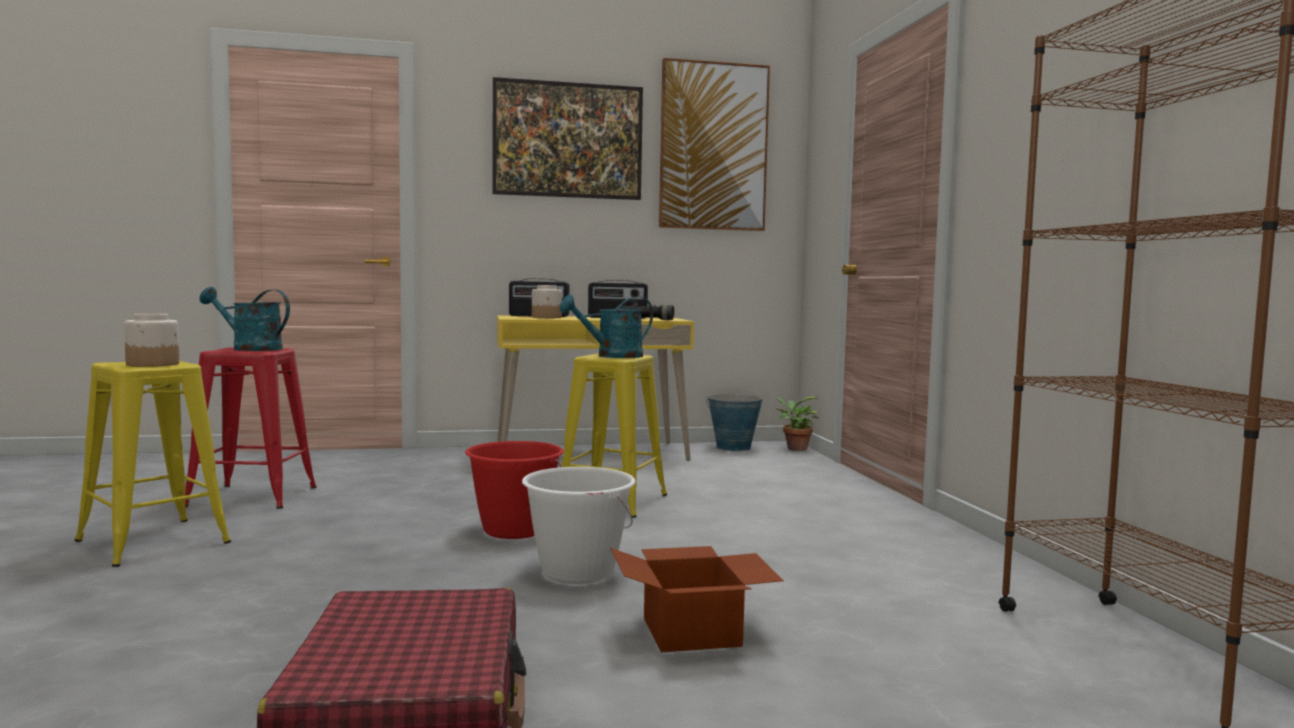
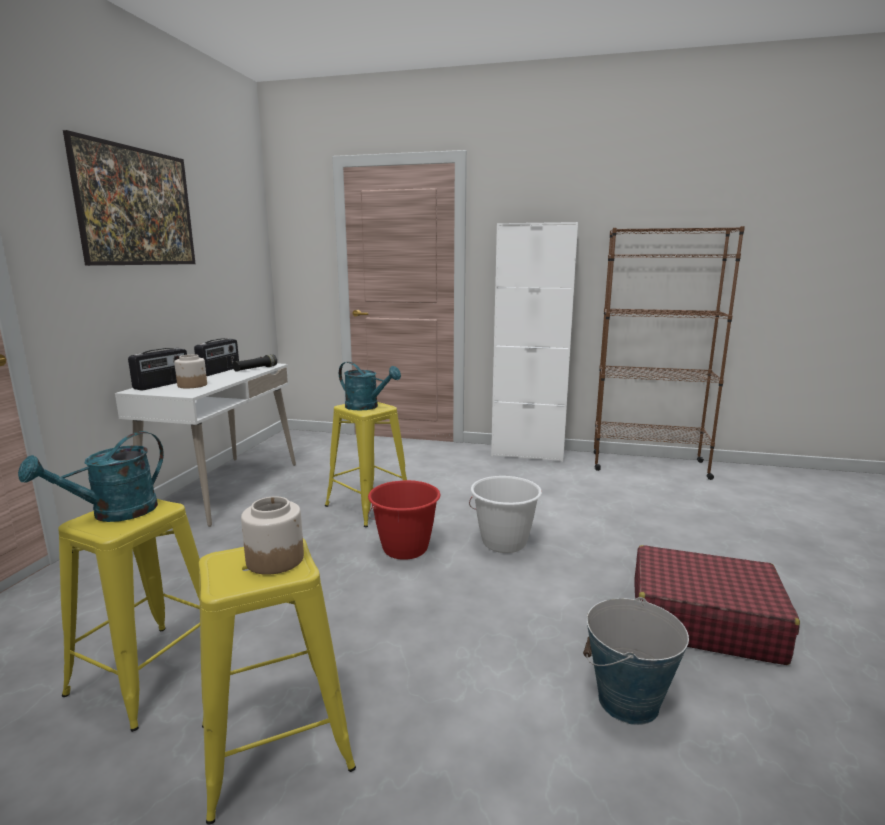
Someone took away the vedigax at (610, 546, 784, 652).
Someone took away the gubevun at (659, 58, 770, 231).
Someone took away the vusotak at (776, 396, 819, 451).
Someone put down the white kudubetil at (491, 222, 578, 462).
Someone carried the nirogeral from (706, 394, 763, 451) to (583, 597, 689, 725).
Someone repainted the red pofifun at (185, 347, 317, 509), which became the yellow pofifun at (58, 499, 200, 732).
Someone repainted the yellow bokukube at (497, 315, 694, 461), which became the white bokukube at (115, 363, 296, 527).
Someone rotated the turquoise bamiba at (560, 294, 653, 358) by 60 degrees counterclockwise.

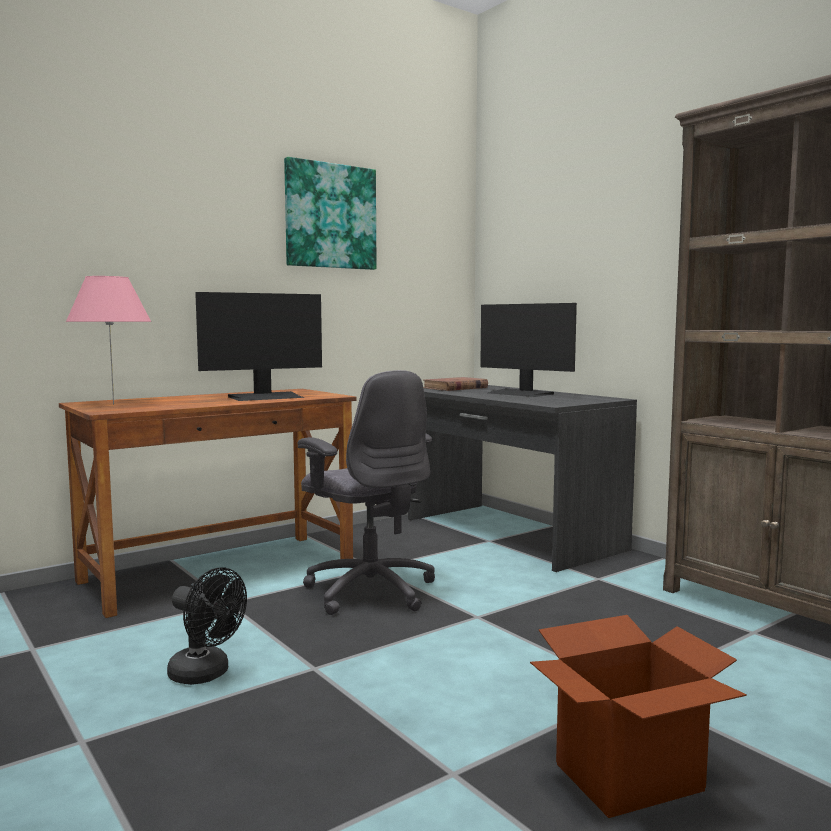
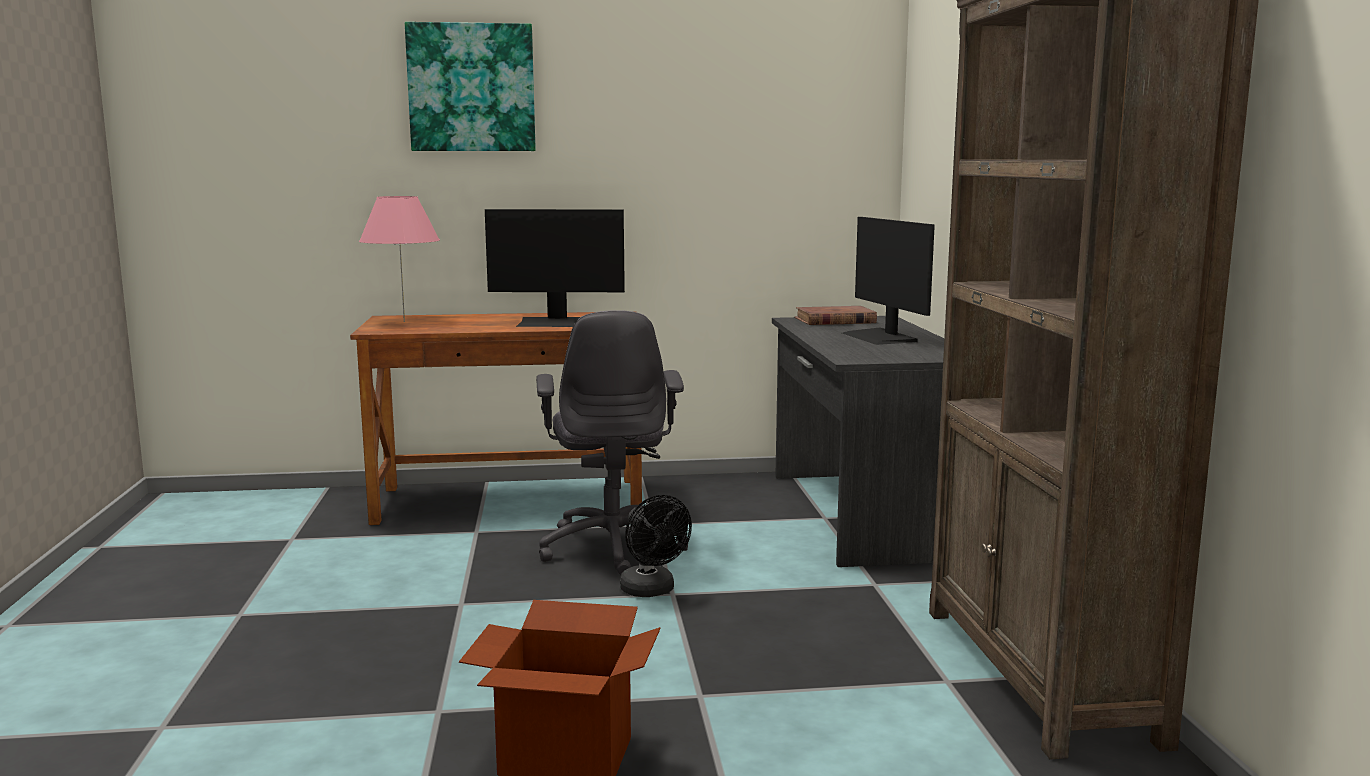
Someone carried the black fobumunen from (167, 568, 247, 685) to (620, 495, 692, 597).
Someone carried the gubevun from (284, 157, 377, 270) to (405, 22, 536, 151).

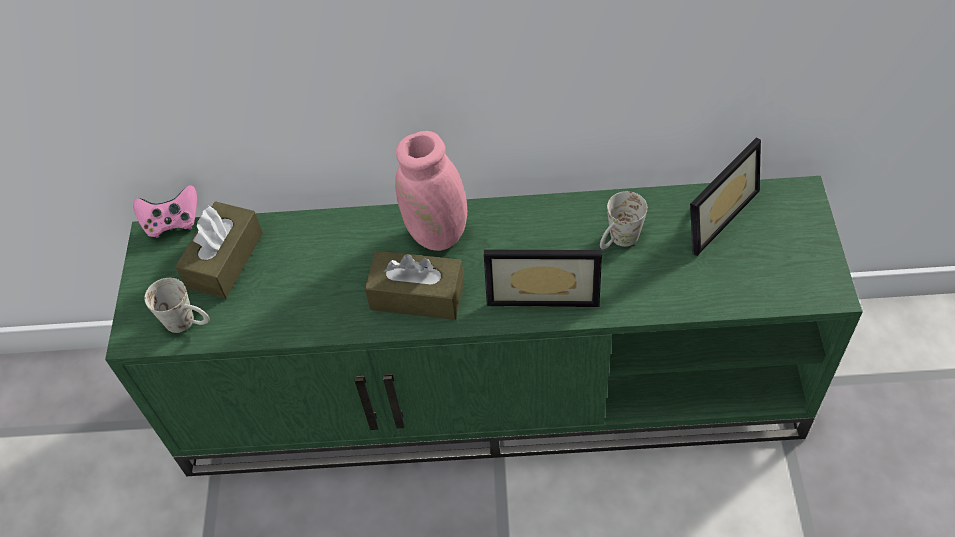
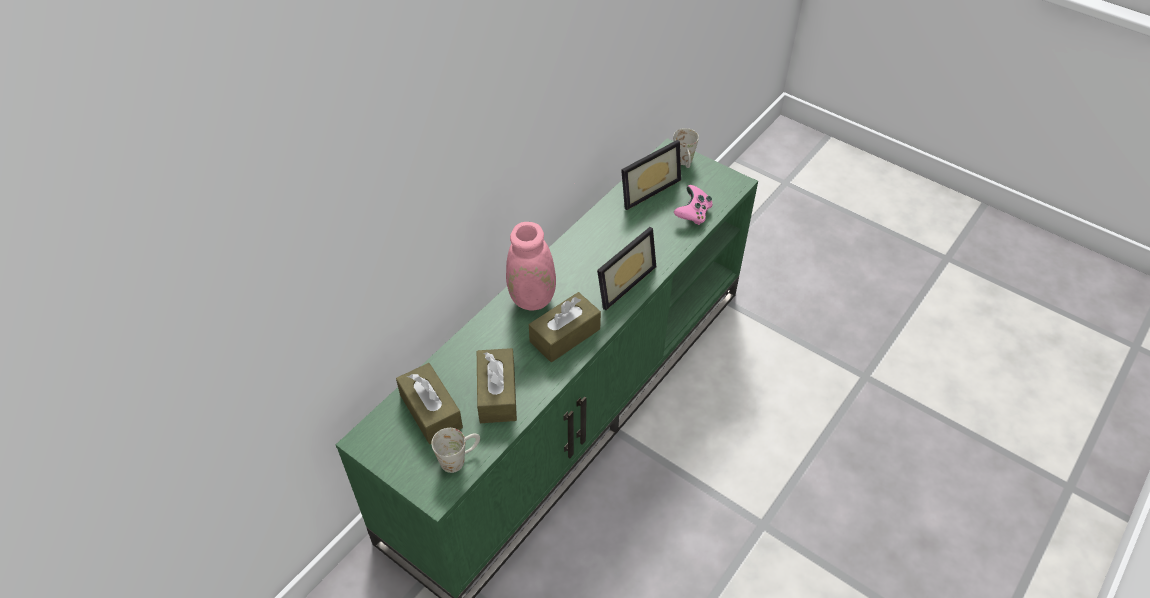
Someone put down the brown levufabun at (477, 348, 517, 423).
Someone carried the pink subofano from (133, 185, 197, 238) to (674, 185, 713, 225).
Someone carried the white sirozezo from (600, 191, 648, 249) to (673, 128, 699, 168).
Someone rotated the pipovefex at (690, 138, 761, 256) by 60 degrees clockwise.

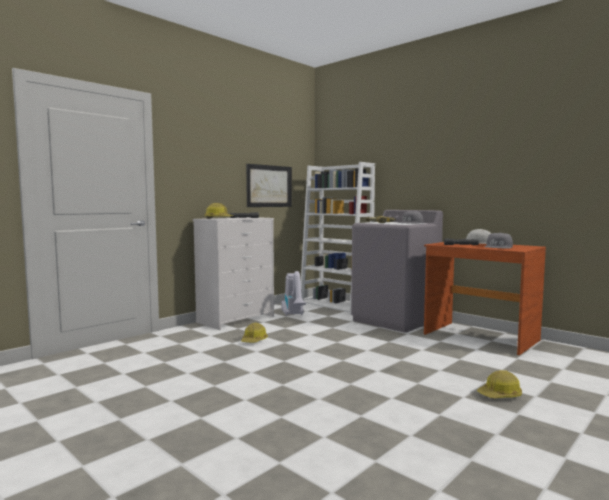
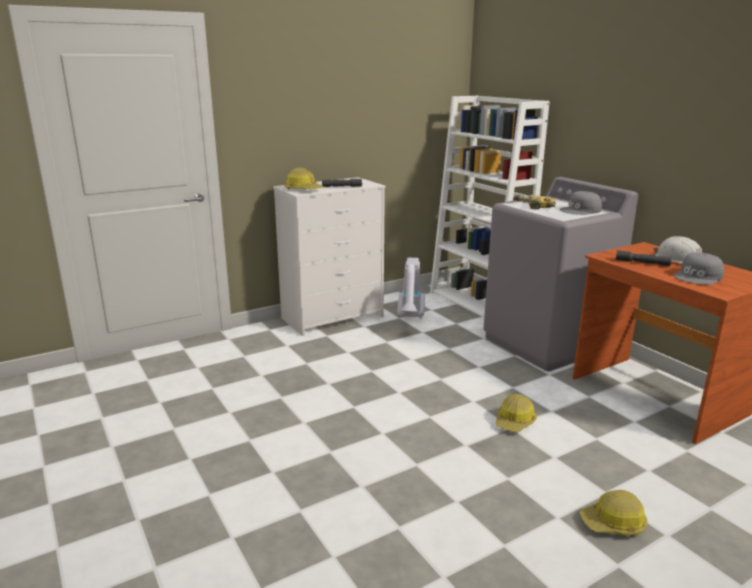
Someone took away the gubevun at (246, 164, 292, 207).
Someone carried the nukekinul from (241, 323, 268, 343) to (496, 394, 537, 432).

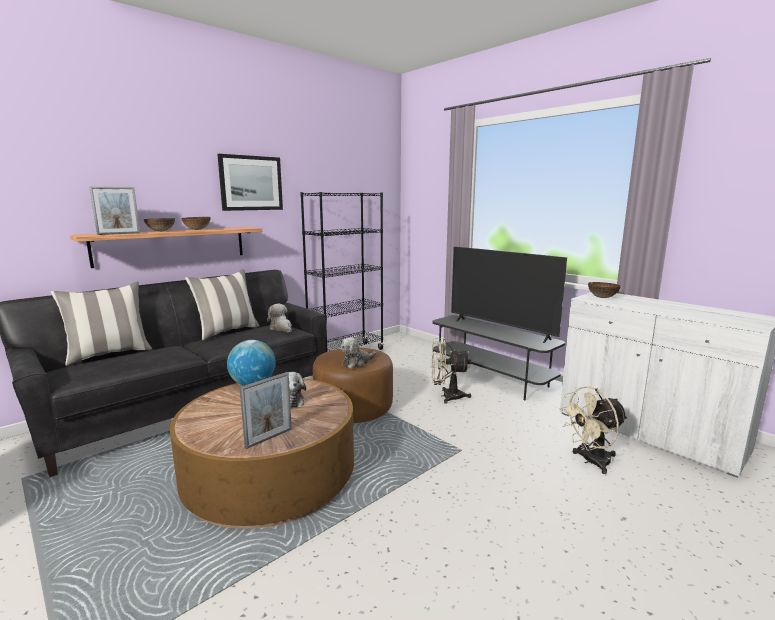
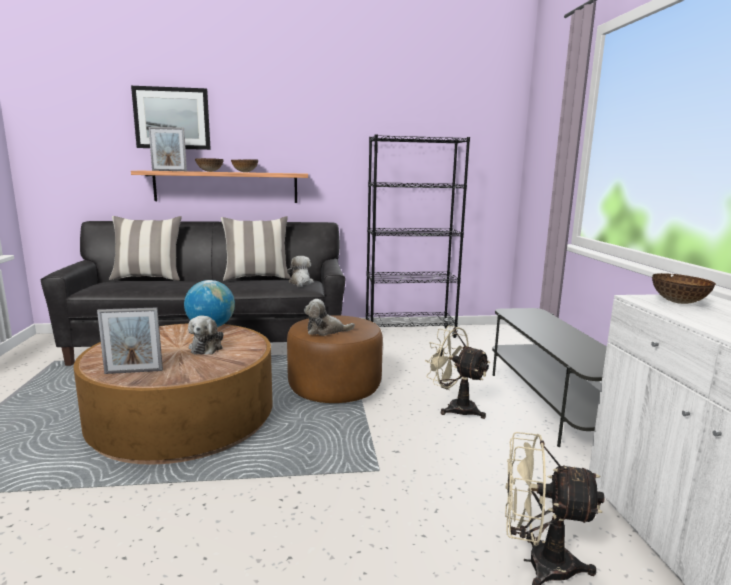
Someone took away the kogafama at (451, 247, 567, 343).
Someone carried the gubevun from (217, 154, 283, 211) to (131, 86, 211, 150).

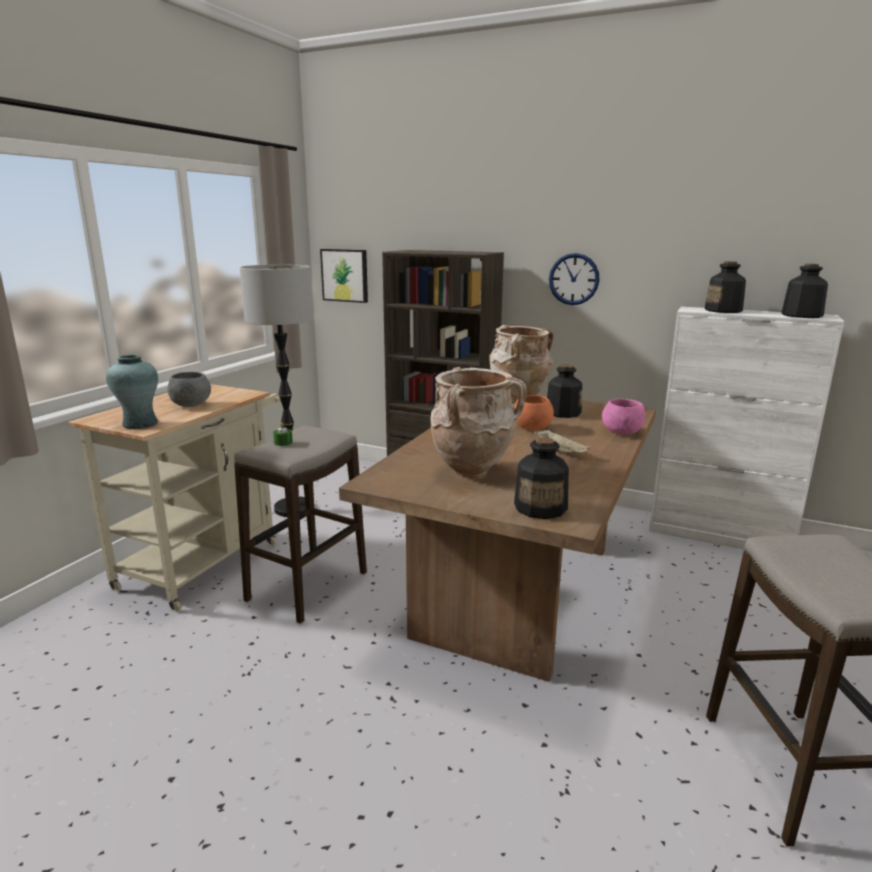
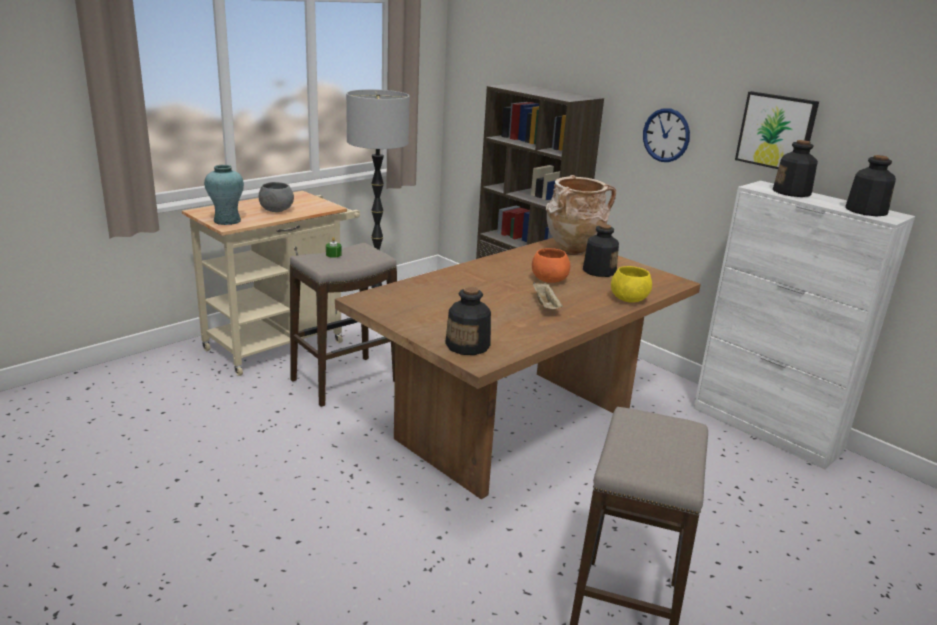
Someone took away the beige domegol at (430, 367, 527, 478).
Someone carried the gubevun from (320, 249, 368, 303) to (735, 91, 819, 169).
Someone repainted the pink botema at (602, 399, 646, 435), which became the yellow botema at (611, 266, 652, 303).

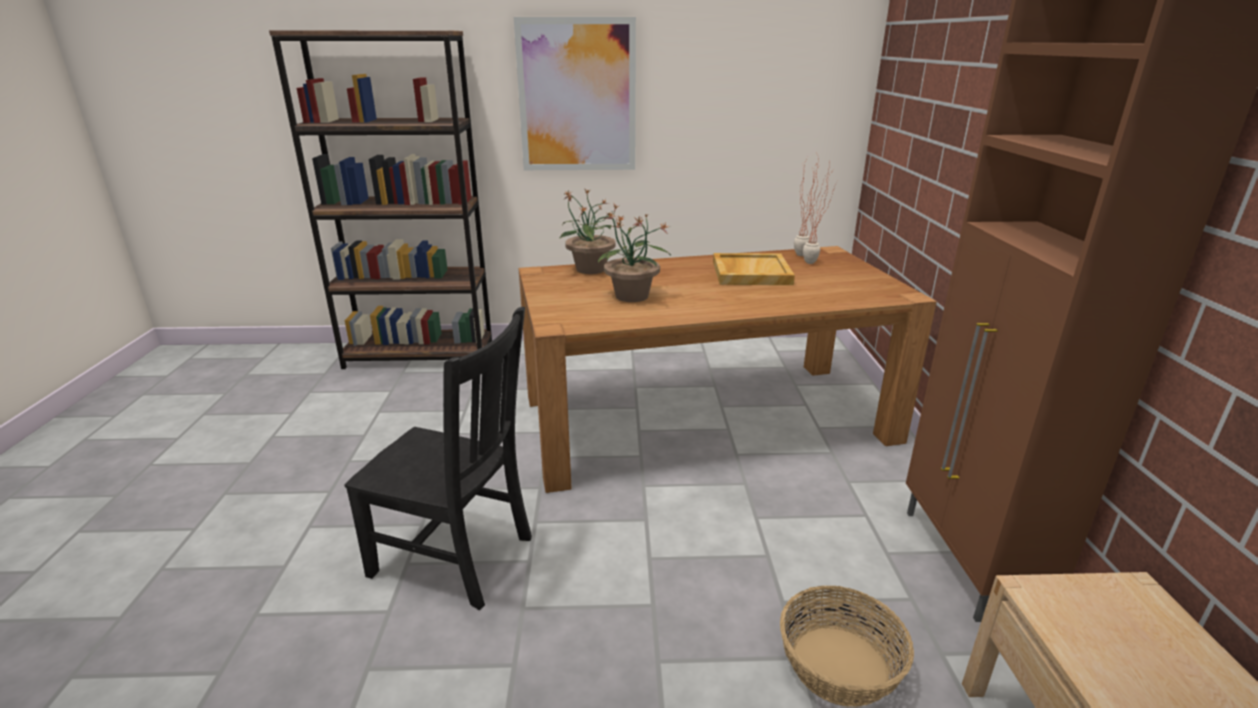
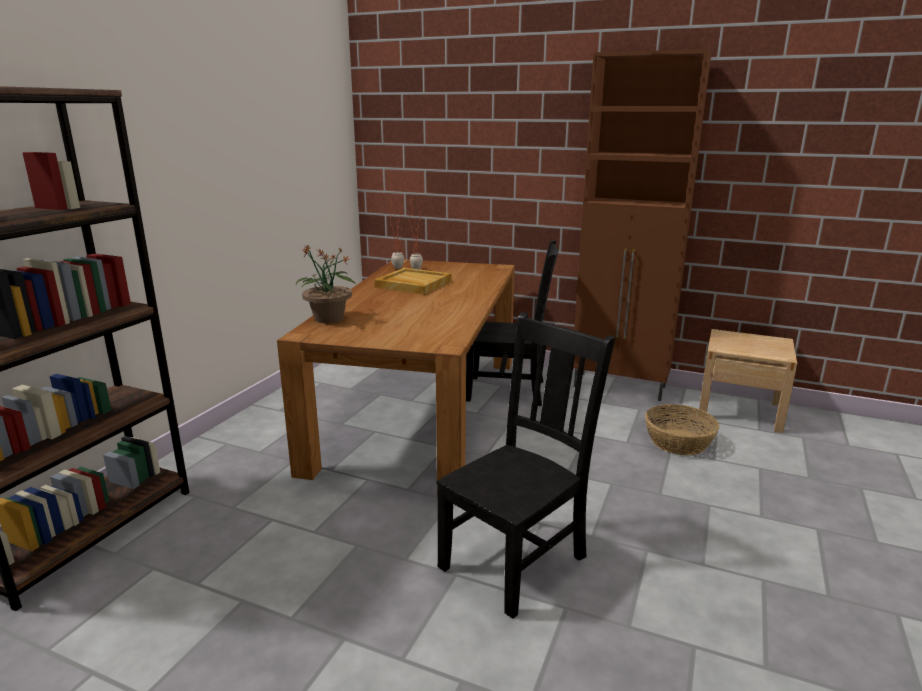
Someone took away the gubevun at (514, 17, 636, 170).
Someone took away the vusotak at (598, 212, 671, 302).
Someone put down the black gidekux at (466, 240, 558, 406).

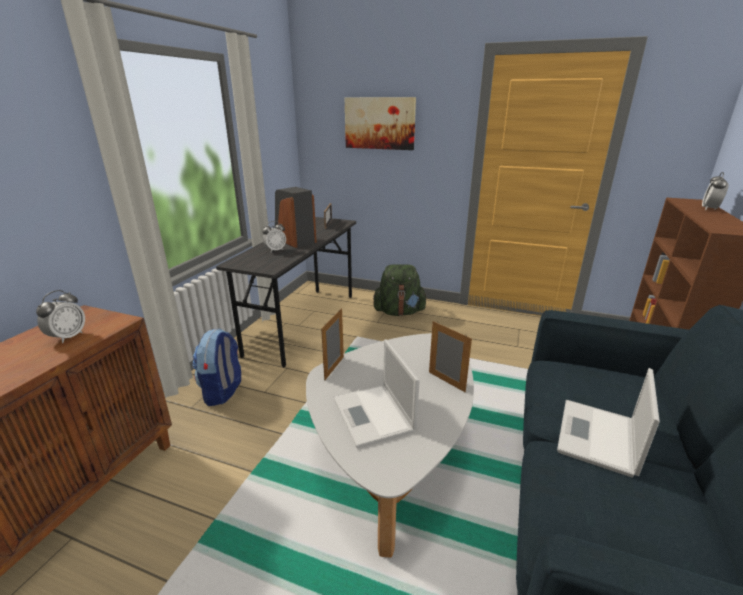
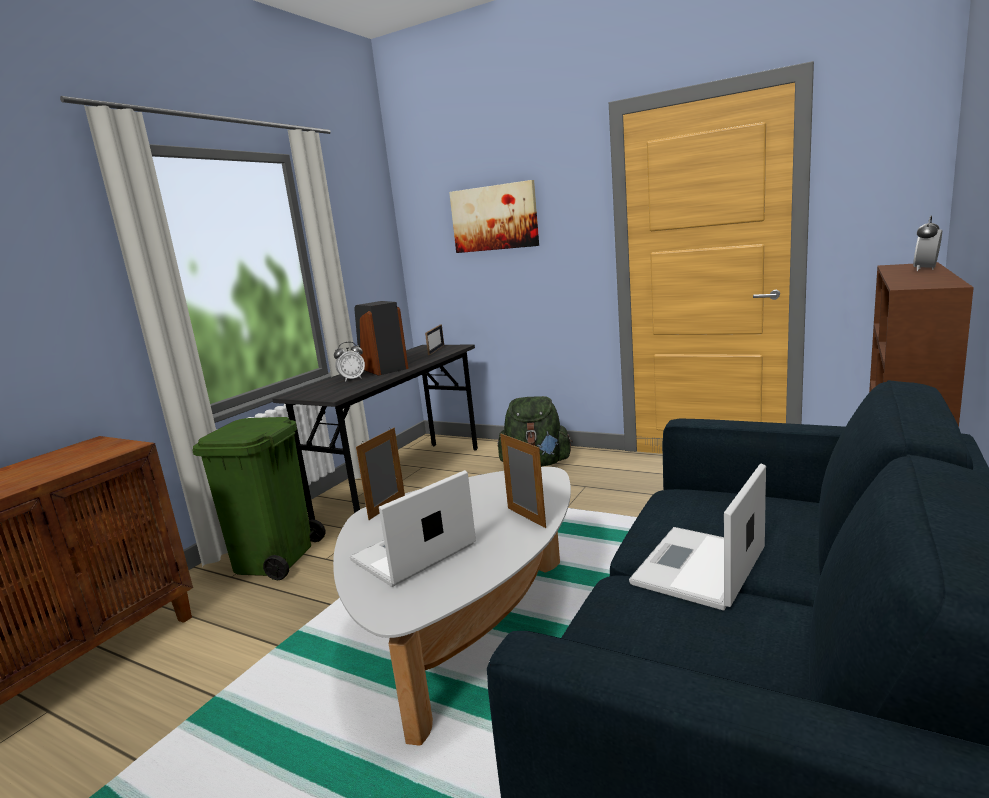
Someone took away the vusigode at (36, 290, 85, 343).
Someone swapped the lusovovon at (192, 328, 241, 406) for the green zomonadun at (192, 417, 325, 581).
Someone rotated the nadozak at (333, 340, 420, 448) by 60 degrees clockwise.

